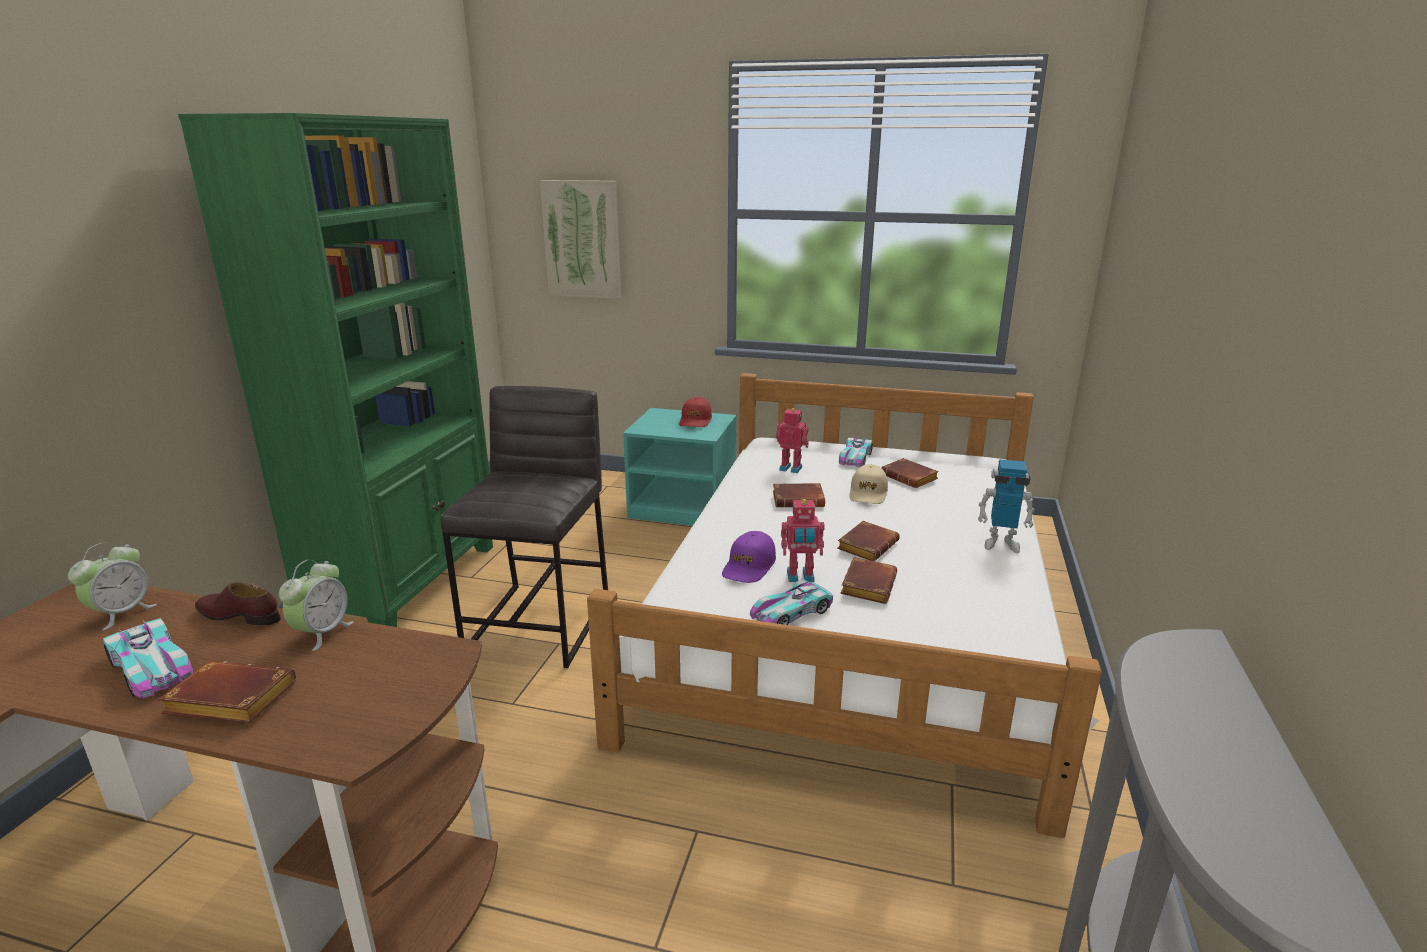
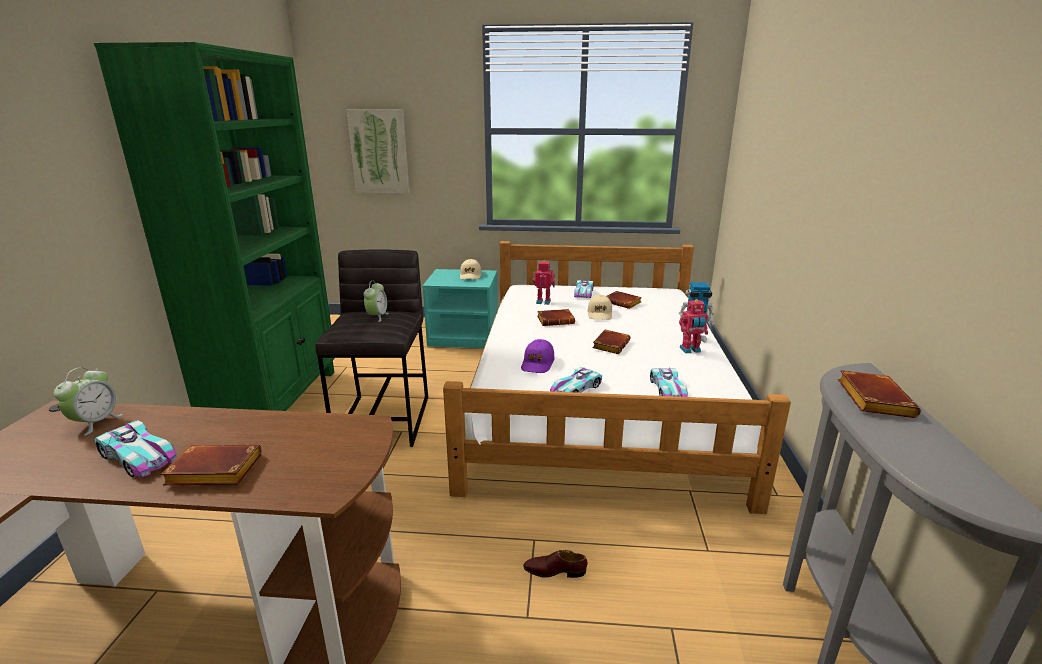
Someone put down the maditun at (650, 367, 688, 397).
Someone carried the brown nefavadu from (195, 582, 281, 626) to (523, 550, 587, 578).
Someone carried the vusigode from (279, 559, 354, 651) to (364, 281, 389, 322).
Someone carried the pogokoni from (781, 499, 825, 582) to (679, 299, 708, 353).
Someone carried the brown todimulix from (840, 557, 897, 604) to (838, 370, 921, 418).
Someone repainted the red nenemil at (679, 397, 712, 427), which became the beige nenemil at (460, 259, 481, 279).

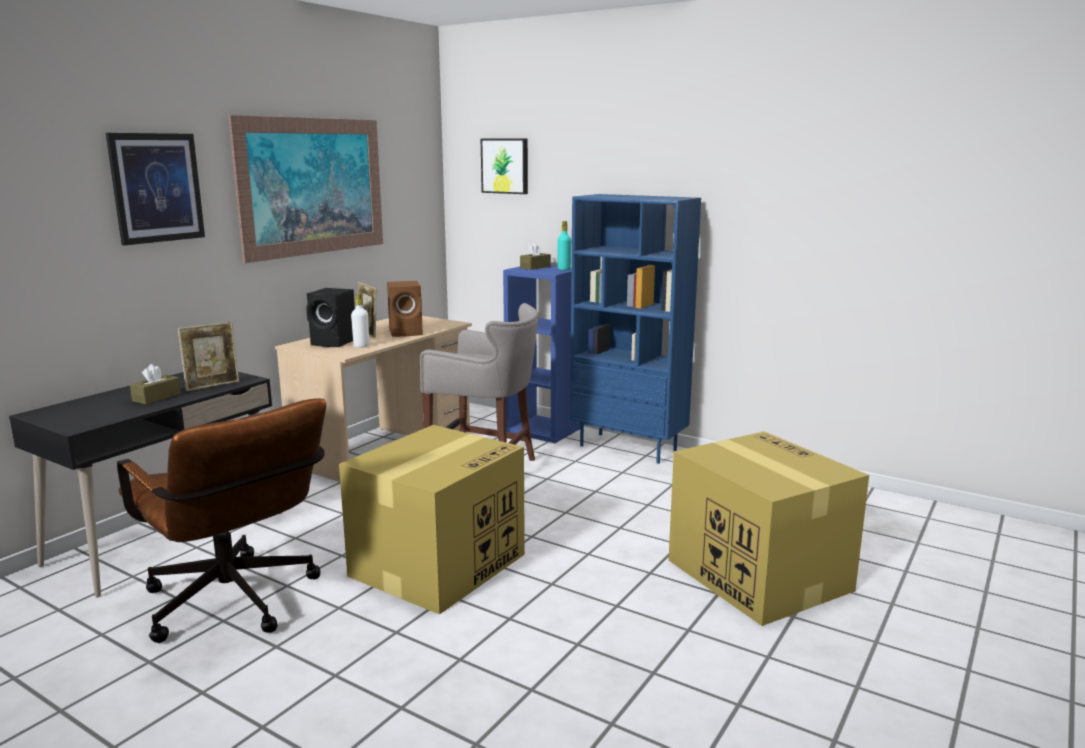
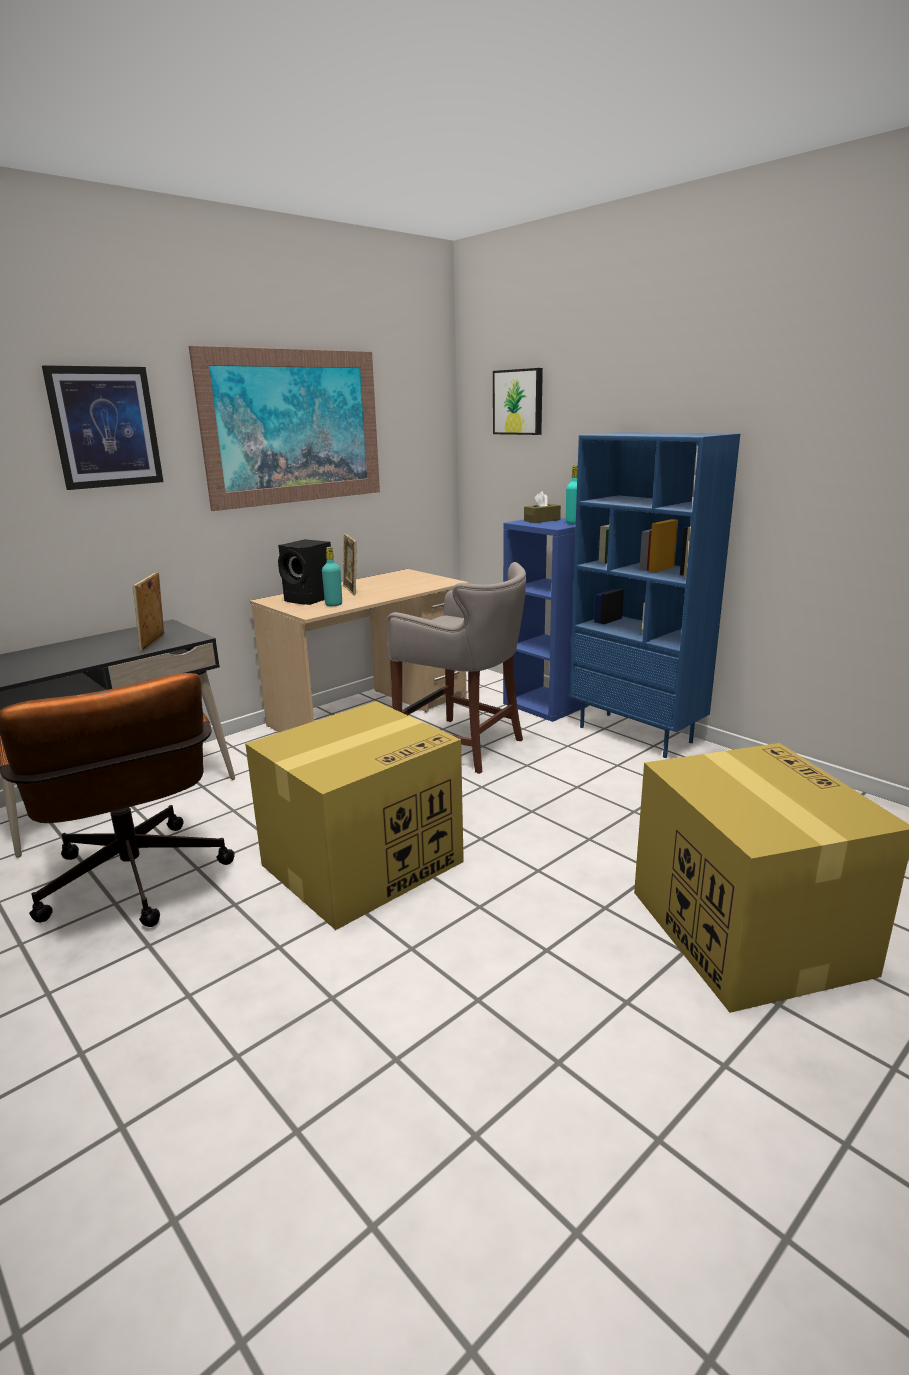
Someone took away the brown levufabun at (130, 364, 181, 404).
Someone took away the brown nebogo at (387, 281, 423, 337).
Someone repainted the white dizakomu at (351, 294, 369, 348), which became the turquoise dizakomu at (322, 547, 342, 606).
Someone rotated the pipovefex at (178, 322, 239, 391) by 120 degrees clockwise.

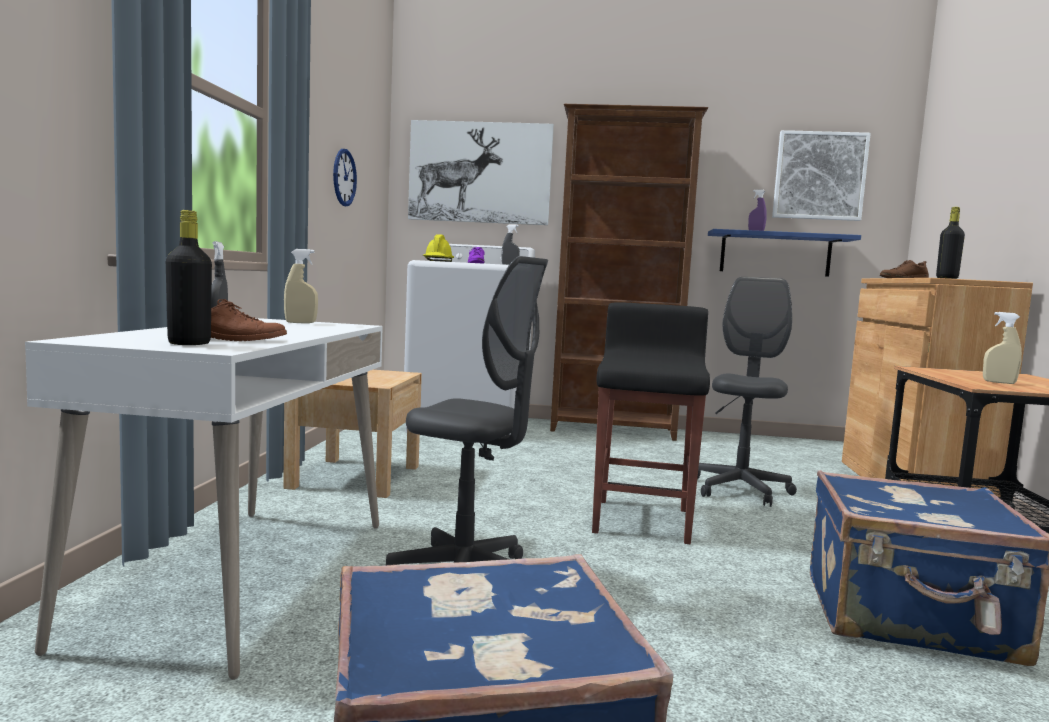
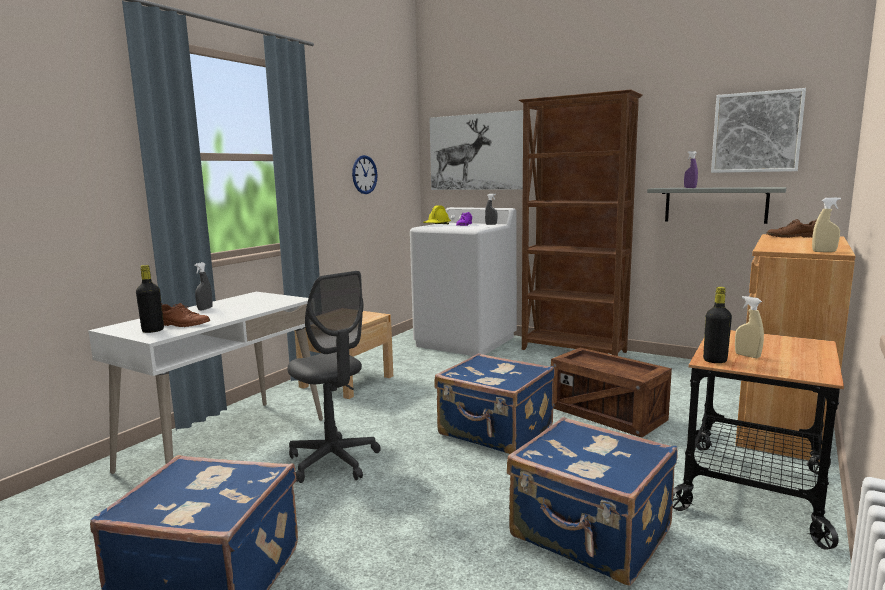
Someone carried the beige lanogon from (284, 249, 318, 323) to (812, 197, 841, 252).
Someone carried the black dizakomu from (936, 207, 965, 279) to (703, 287, 732, 363).
Someone swapped the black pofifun at (592, 302, 710, 544) for the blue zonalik at (434, 353, 555, 454).
Someone swapped the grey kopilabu at (697, 277, 797, 507) for the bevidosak at (551, 347, 672, 438).
Someone repainted the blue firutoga at (708, 229, 861, 277), which became the grey firutoga at (647, 187, 786, 224).

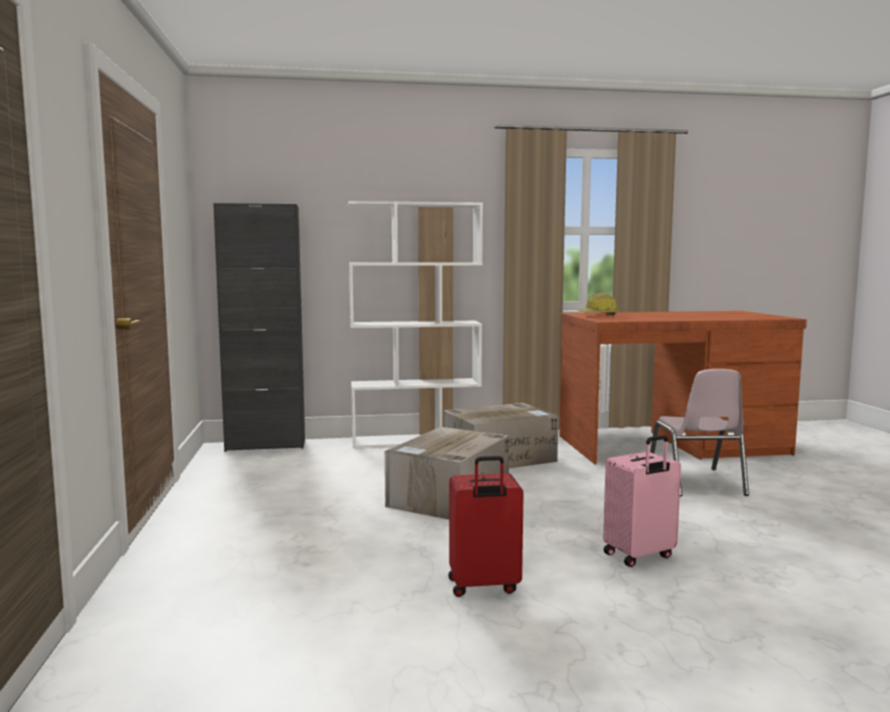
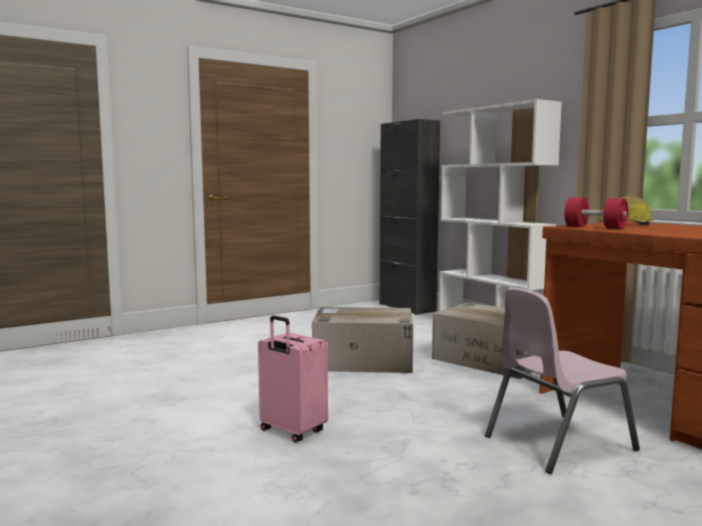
Someone took away the red zonalik at (448, 456, 524, 597).
Someone put down the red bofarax at (564, 197, 628, 229).

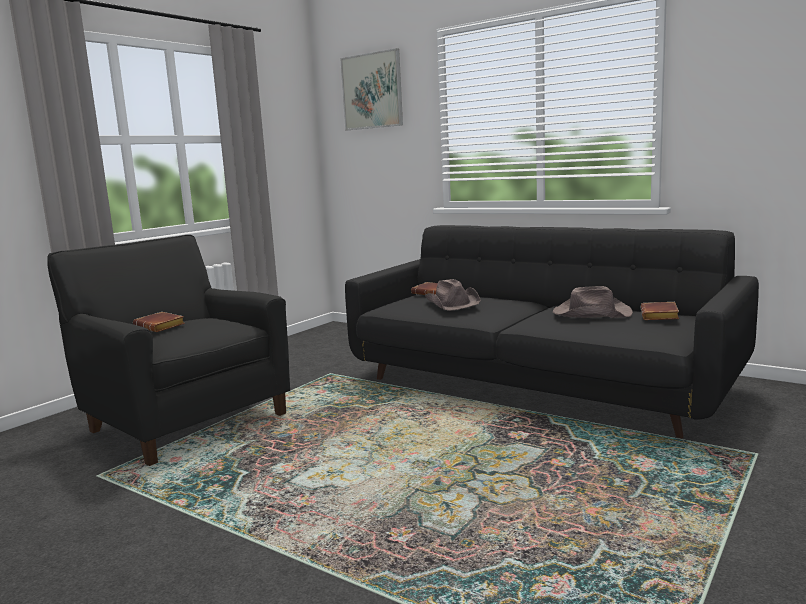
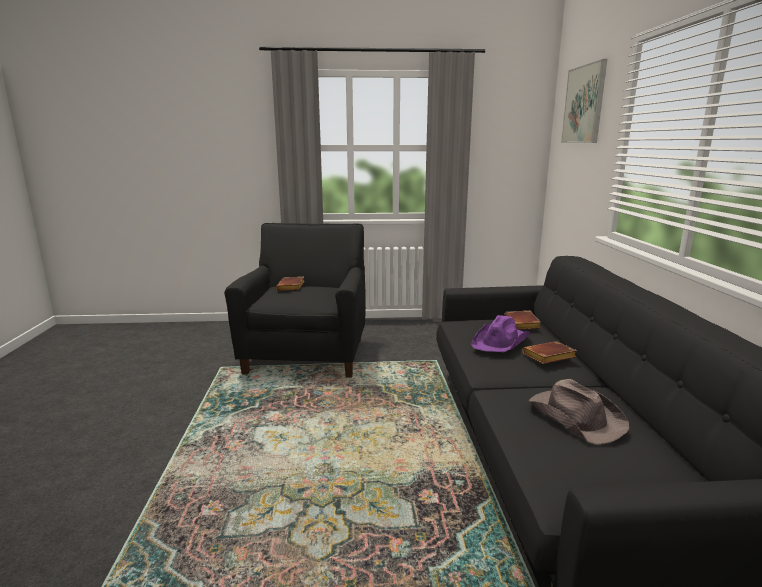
Someone carried the brown todimulix from (641, 302, 679, 320) to (523, 341, 577, 364).
Someone repainted the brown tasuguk at (425, 279, 481, 311), which became the purple tasuguk at (471, 315, 531, 352).

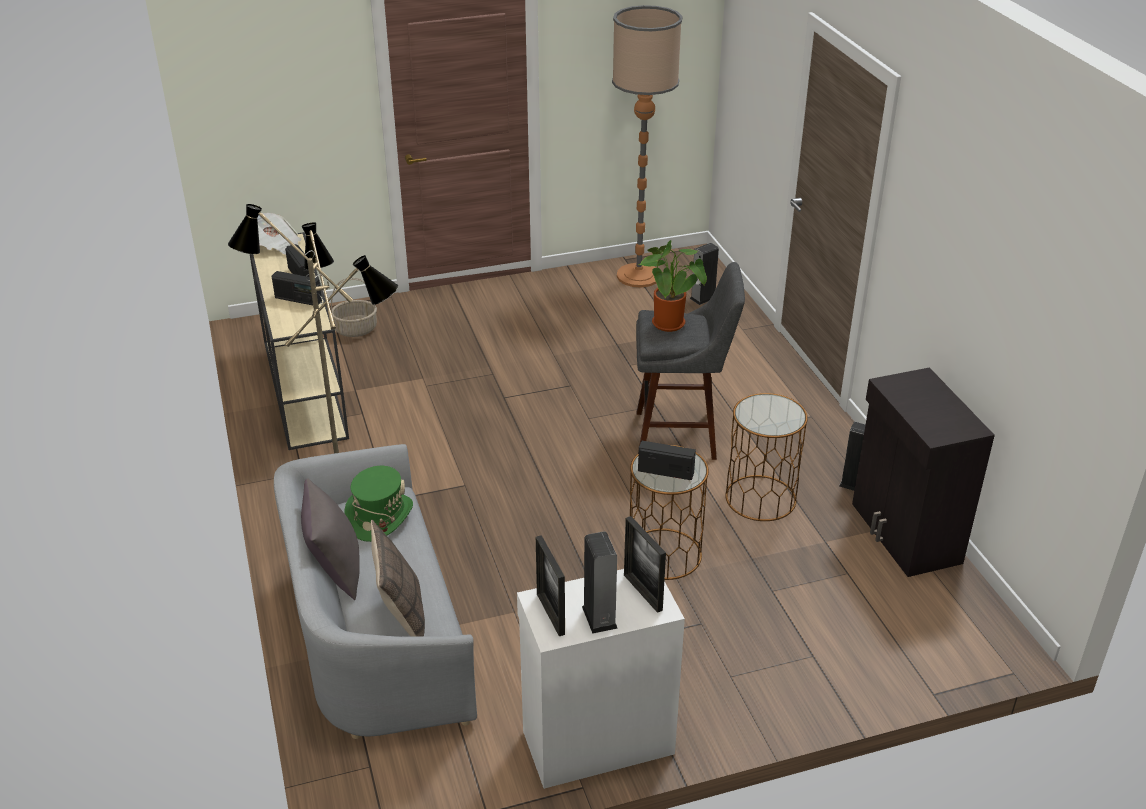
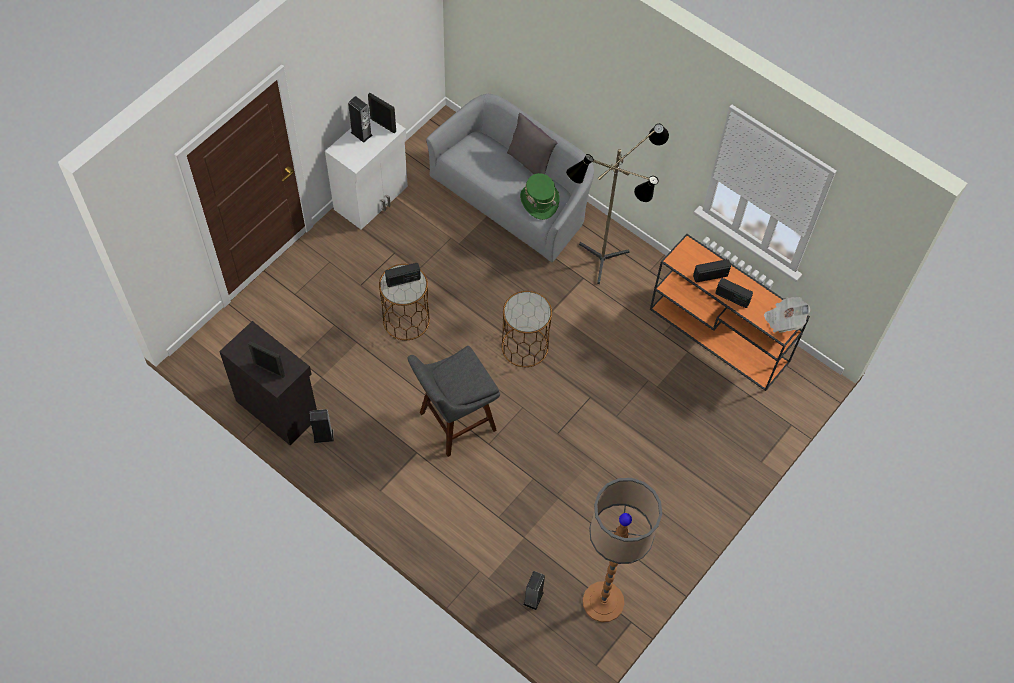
Someone took away the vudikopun at (331, 277, 377, 337).
Someone took away the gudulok at (371, 520, 425, 637).
Someone took away the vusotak at (638, 240, 707, 332).
Someone carried the pipovefex from (624, 516, 666, 613) to (248, 341, 285, 378).
Someone carried the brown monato from (725, 393, 808, 521) to (501, 291, 552, 367).
Someone repainted the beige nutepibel at (250, 232, 349, 450), which became the orange nutepibel at (650, 234, 810, 391).

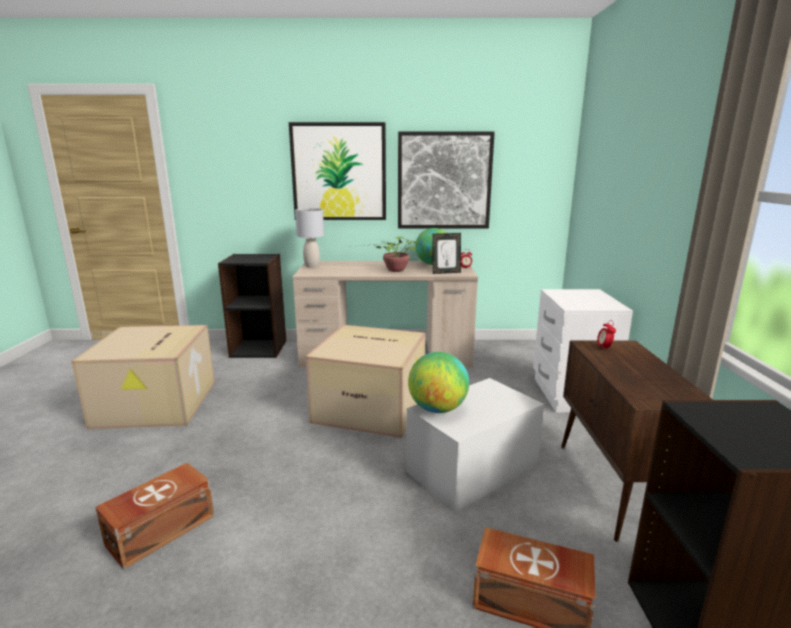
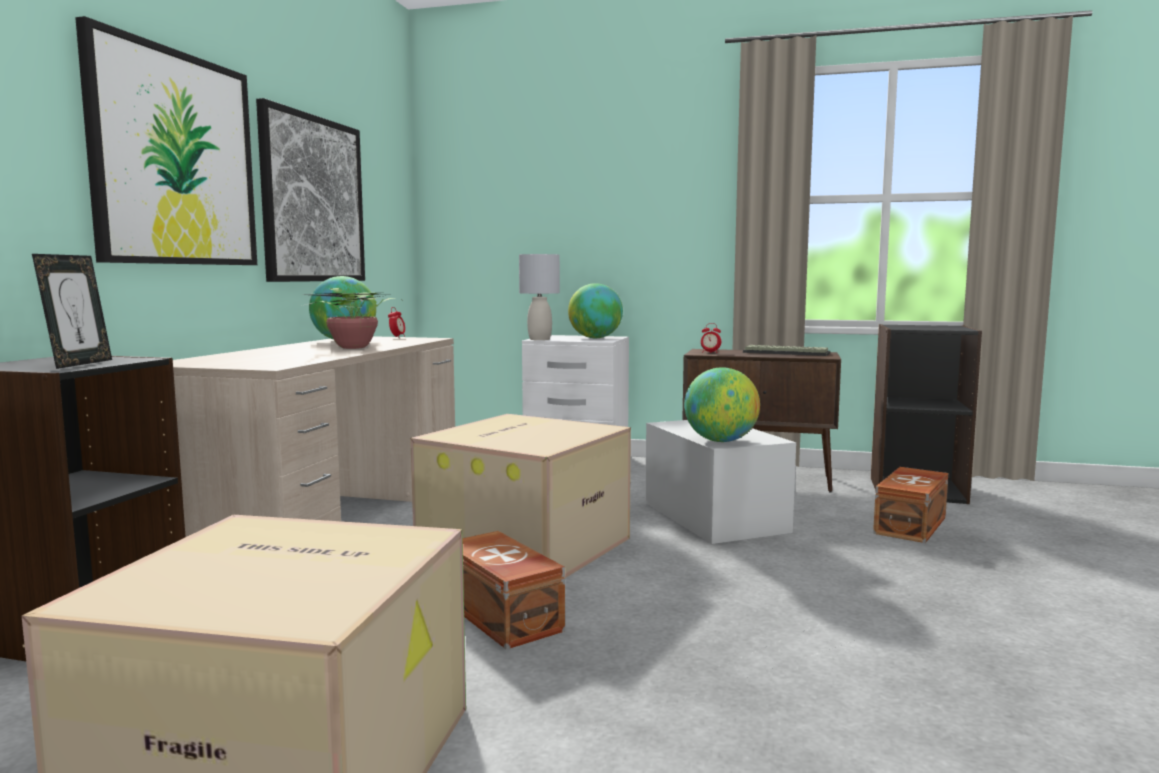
Someone put down the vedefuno at (568, 283, 623, 338).
Someone put down the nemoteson at (743, 345, 830, 356).
Someone carried the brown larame from (95, 463, 214, 569) to (463, 531, 565, 650).
Someone carried the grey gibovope from (295, 208, 324, 268) to (519, 254, 560, 340).
Someone carried the pipovefex from (432, 233, 461, 274) to (32, 254, 112, 369).

